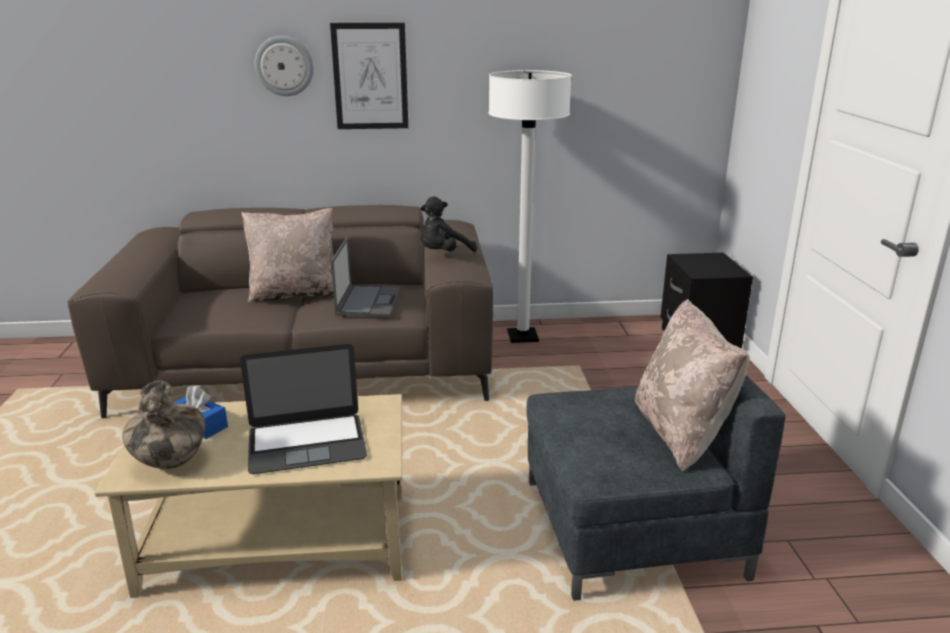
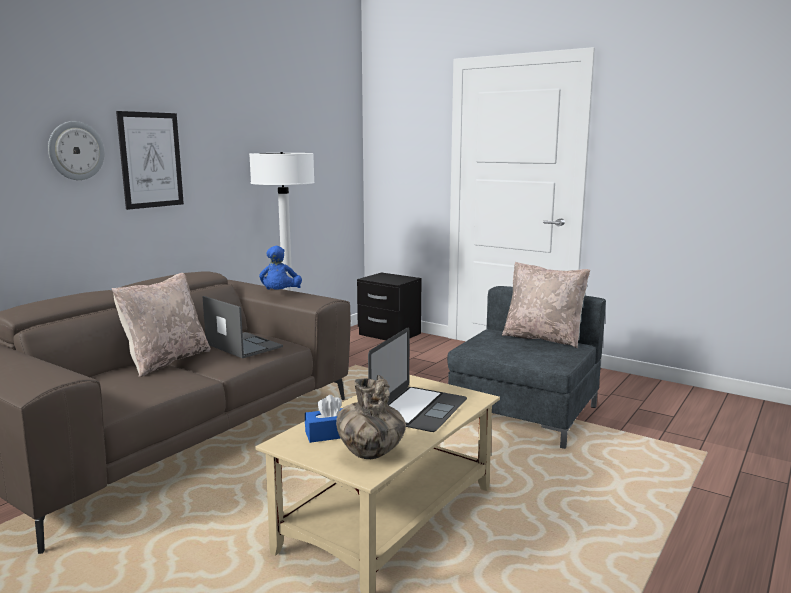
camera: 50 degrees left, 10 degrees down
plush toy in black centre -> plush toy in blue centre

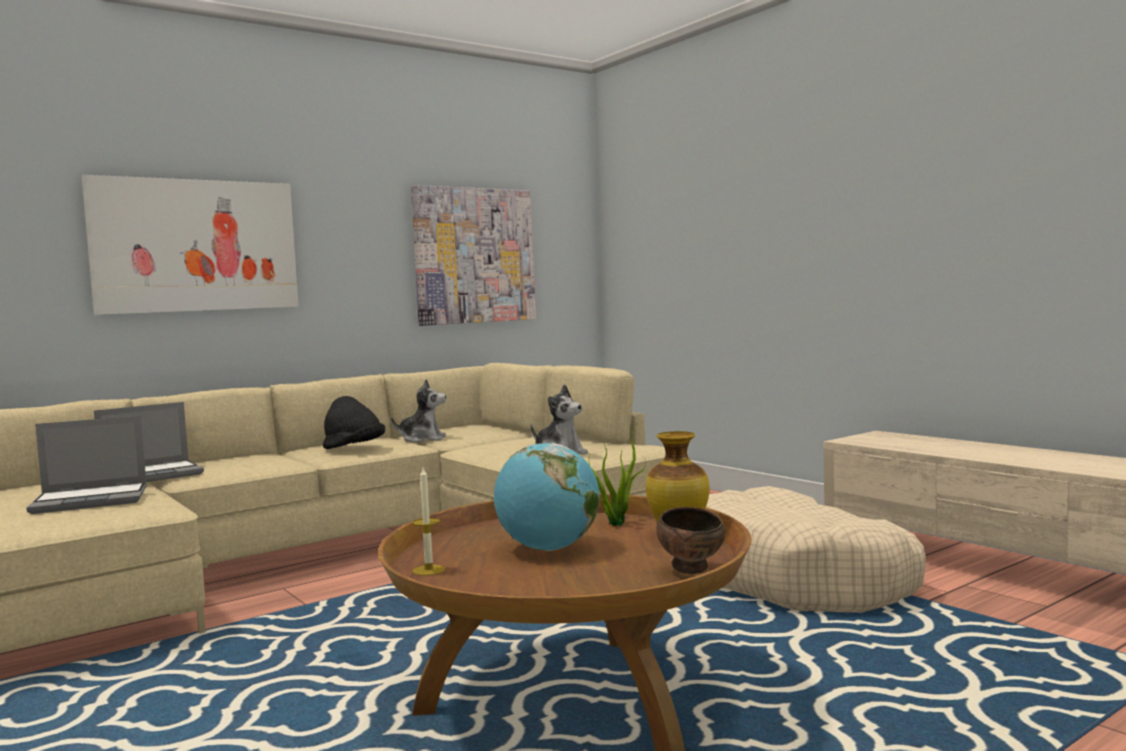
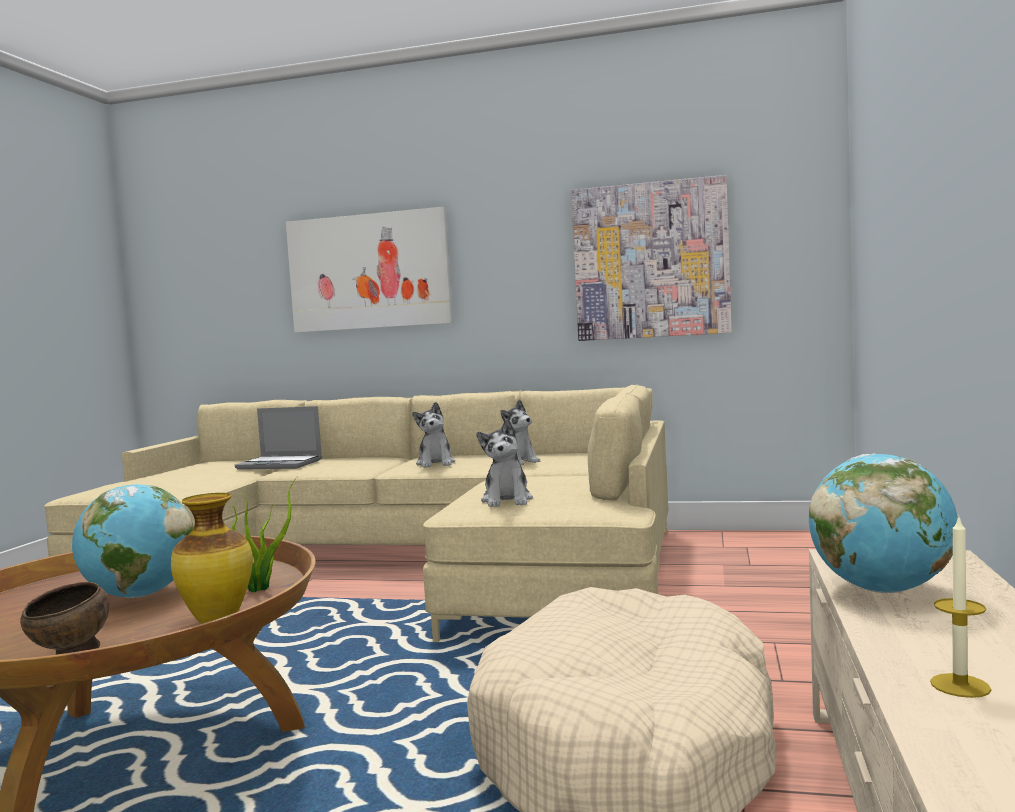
camera: 50 degrees right, 0 degrees up
hat in black middle left -> plush toy (no. 1 from left) centre
laptop (no. 1 from left) middle left -> none
candle bottom centre -> candle bottom right, shifted
none -> globe (no. 2 from left) middle right

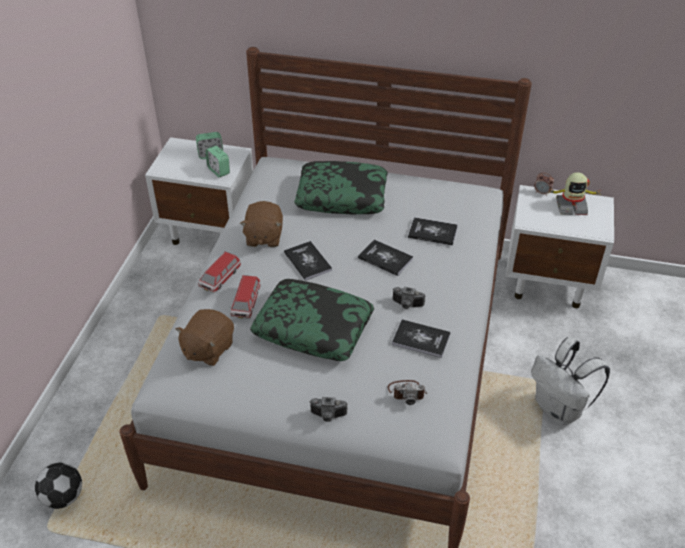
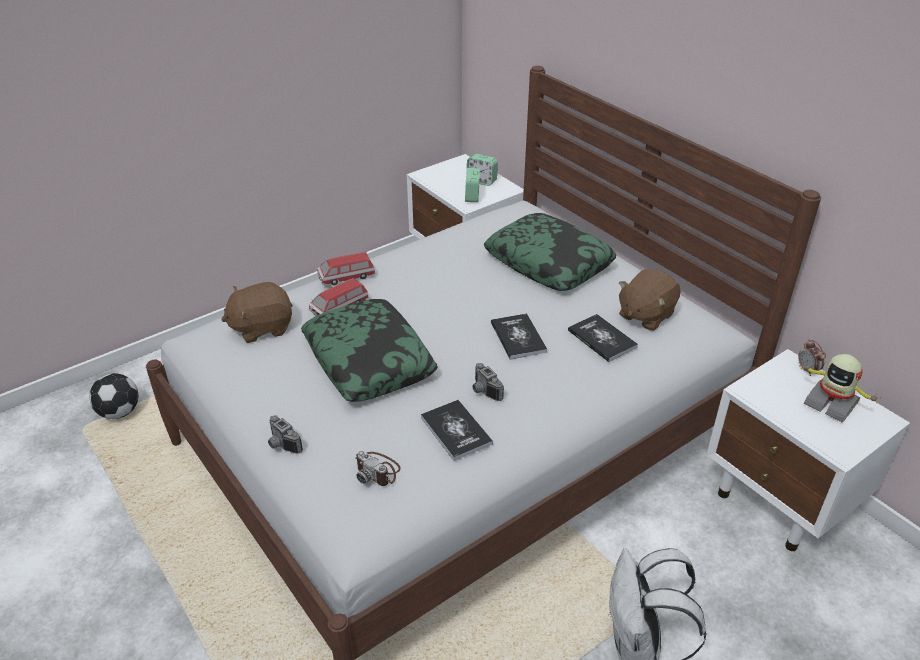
camera: 40 degrees right, 5 degrees down
plush toy in brown (no. 2 from left) centre -> plush toy in brown (no. 2 from left) middle right, shifted
book (no. 1 from left) centre -> none

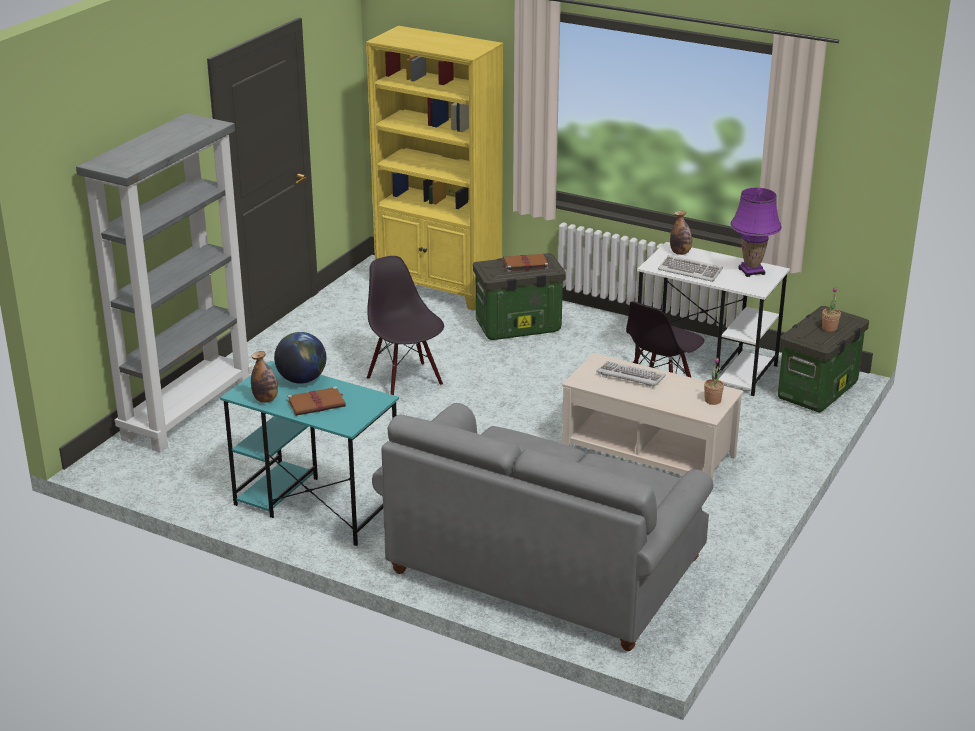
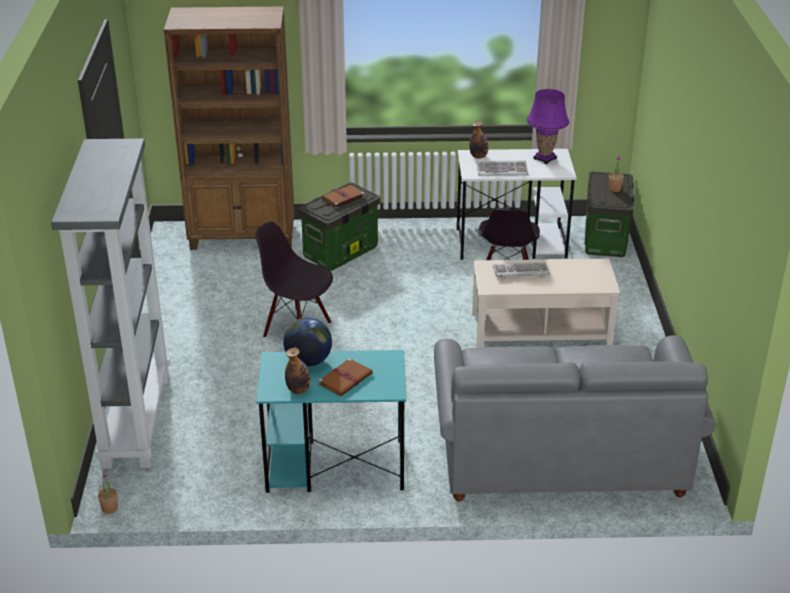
camera: 30 degrees left, 5 degrees up
bookcase in yellow top centre -> bookcase in brown top left
potted plant (no. 1 from left) middle right -> potted plant (no. 1 from left) bottom left, shifted

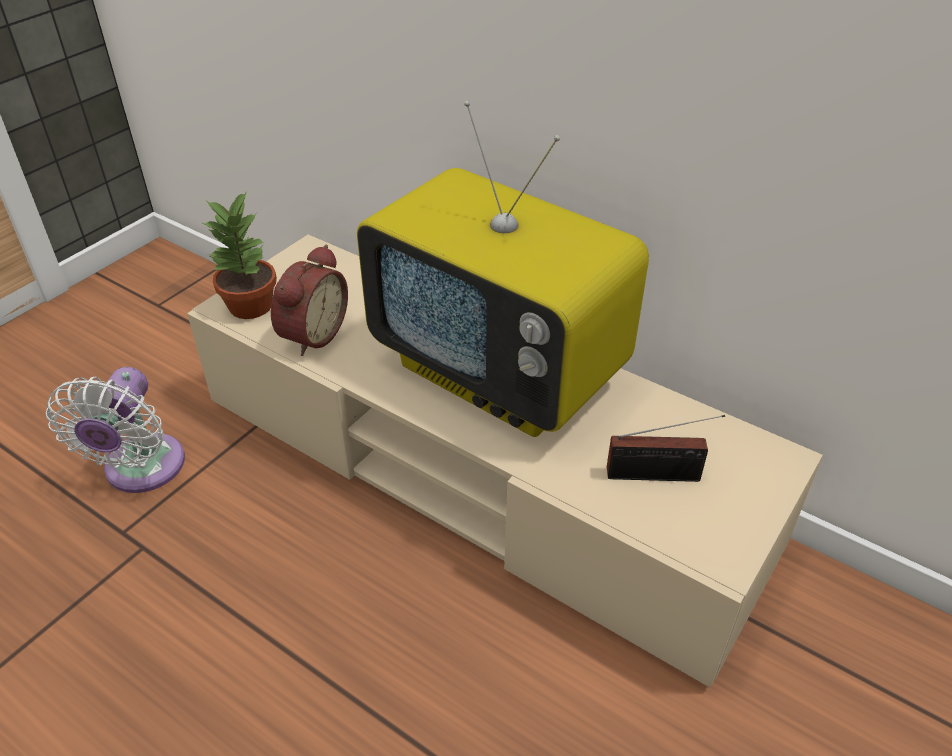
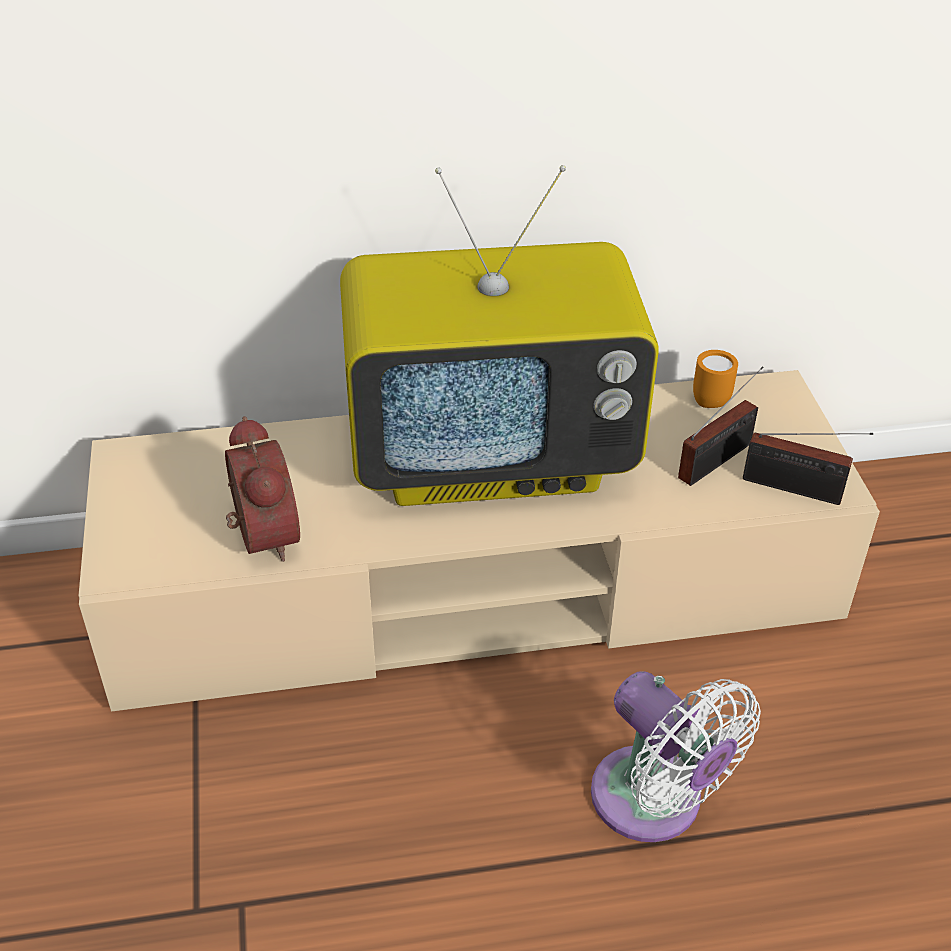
camera: 45 degrees left, 0 degrees up
potted plant middle left -> none
fan in white middle left -> fan in white bottom right, shifted
none -> mug in orange middle right
none -> radio (no. 2 from left) middle right

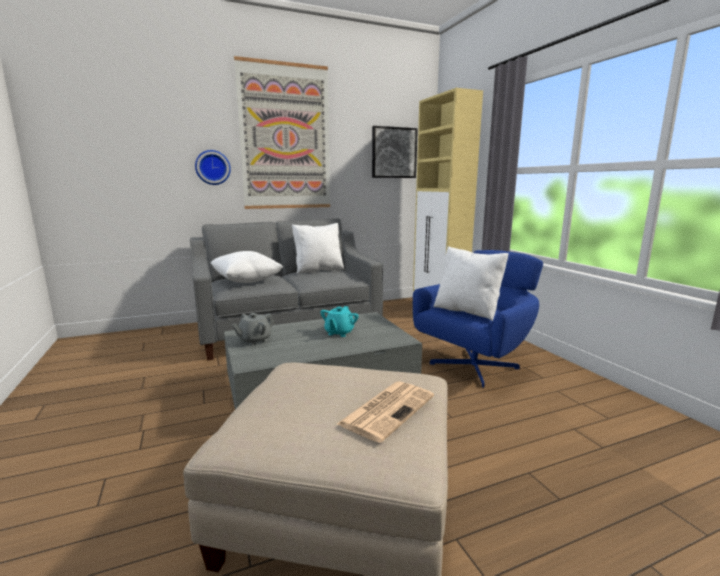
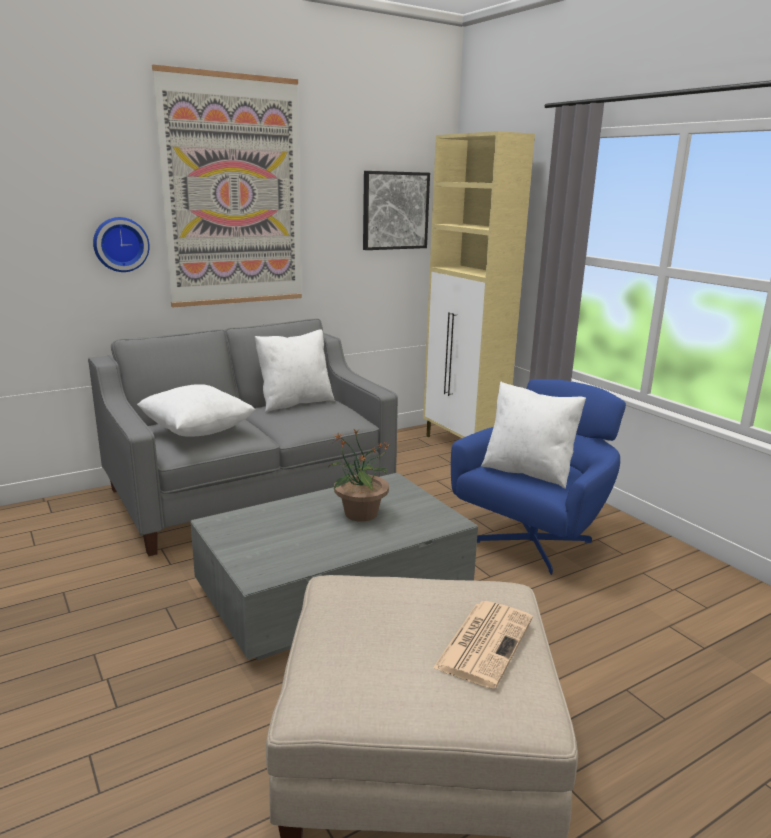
camera: 10 degrees left, 5 degrees up
teapot in turquoise centre -> potted plant centre
teapot in grey centre -> none

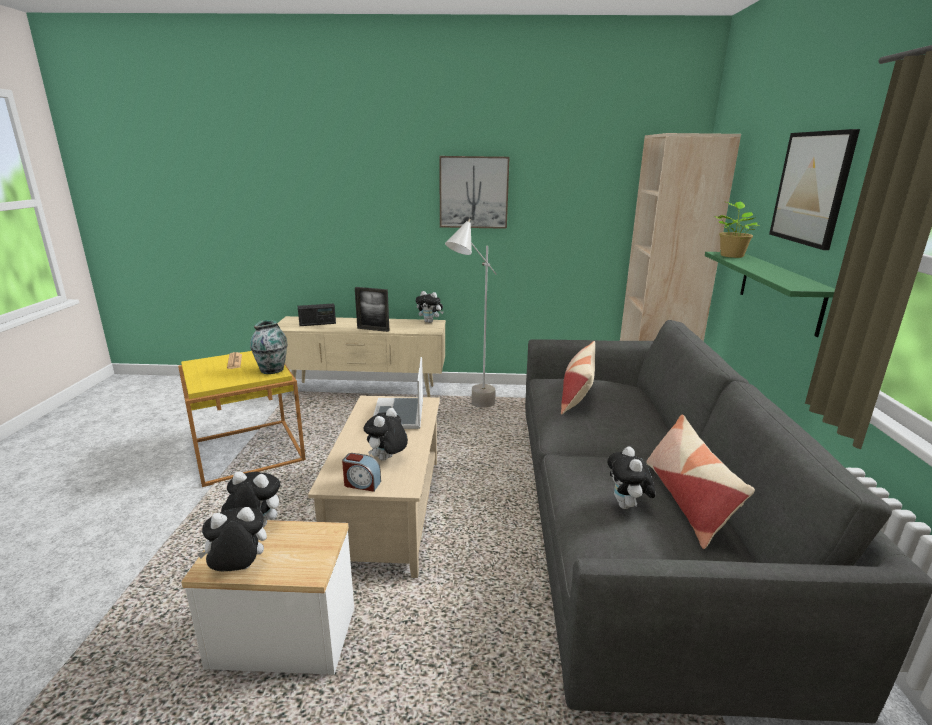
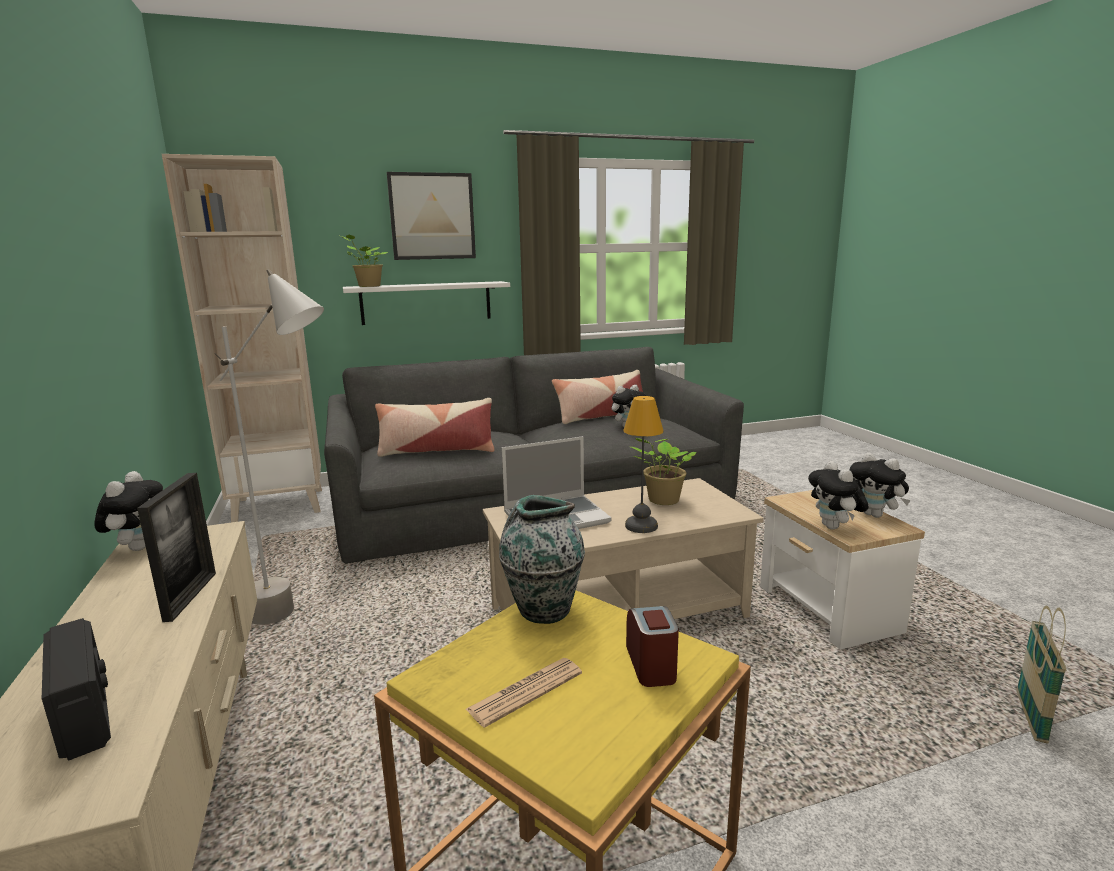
camera: 110 degrees left, 5 degrees down
picture (no. 1 from left) top centre -> none
shelf in green middle right -> shelf in white centre
plush toy (no. 3 from left) centre -> potted plant (no. 2 from left) centre
alarm clock centre -> alarm clock bottom centre, shifted
none -> table lamp centre
none -> basket bottom right

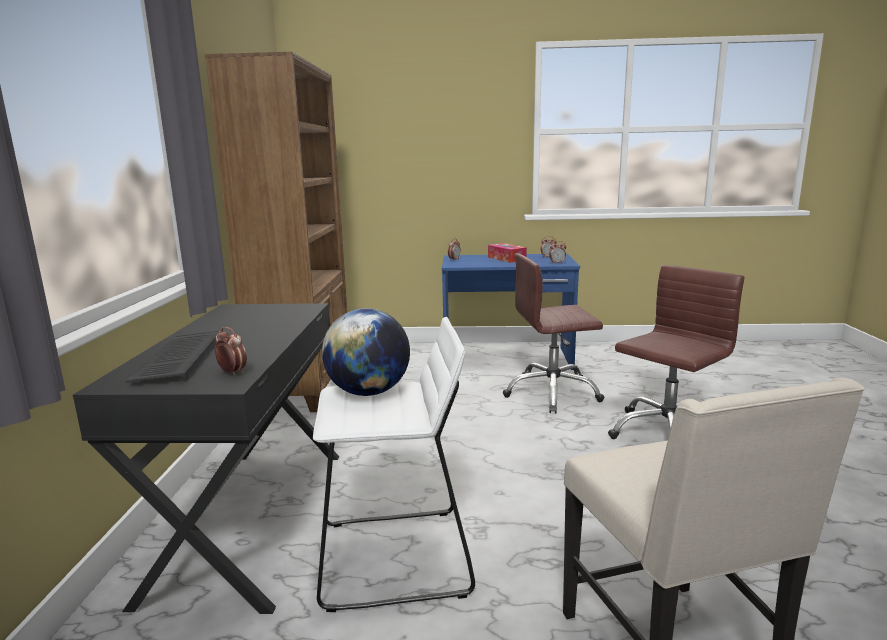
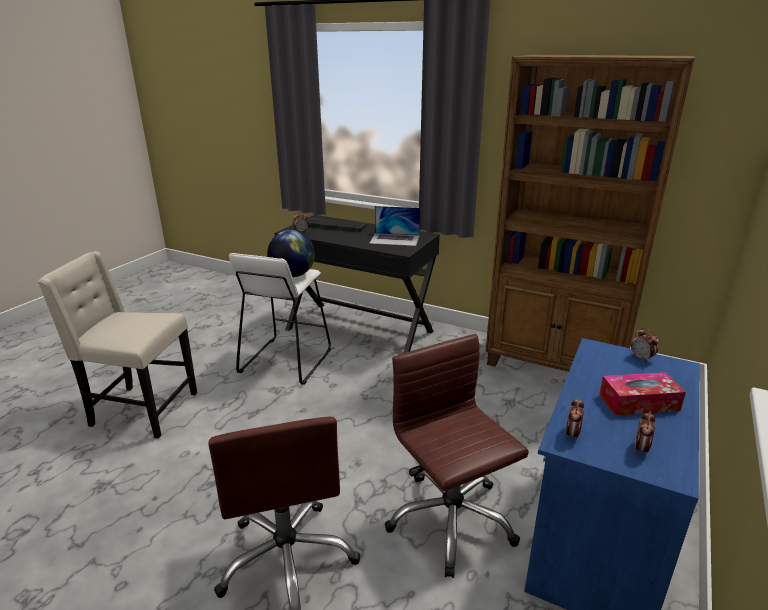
camera: 115 degrees right, 10 degrees up
office chair in brown (no. 1 from left in the first image) centre -> office chair in brown (no. 2 from left) bottom centre, 45 degrees counterclockwise
none -> laptop centre

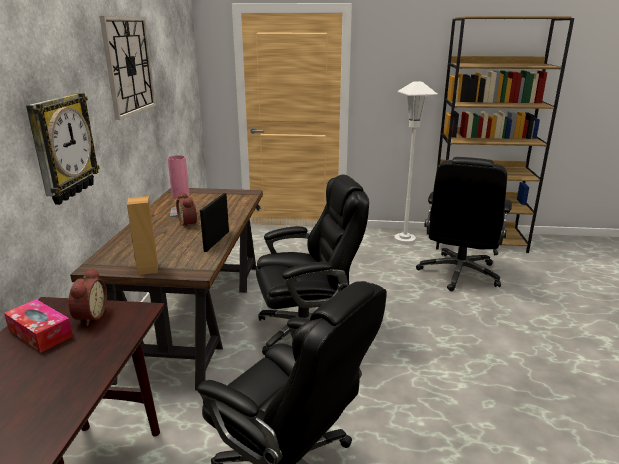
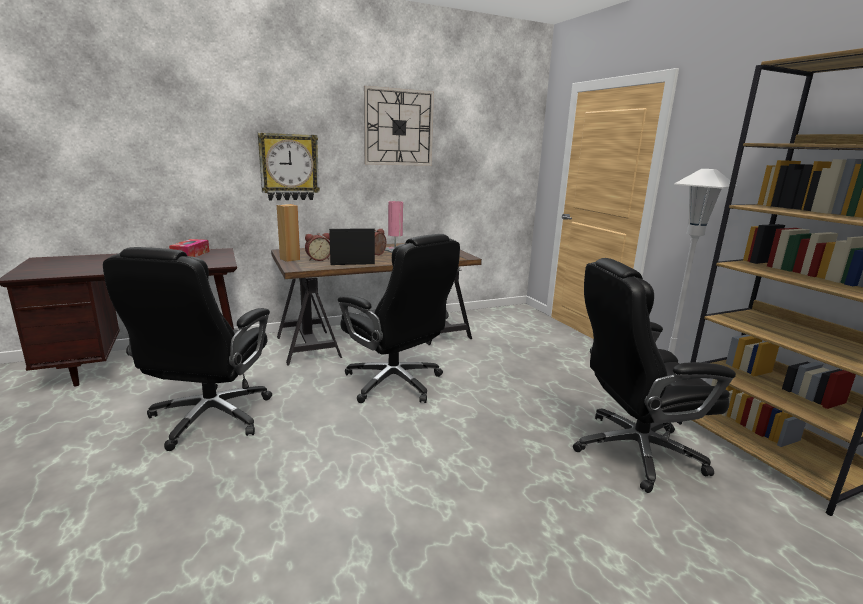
camera: 60 degrees right, 5 degrees down
alarm clock (no. 1 from left) middle left -> alarm clock (no. 1 from left) centre, shifted

